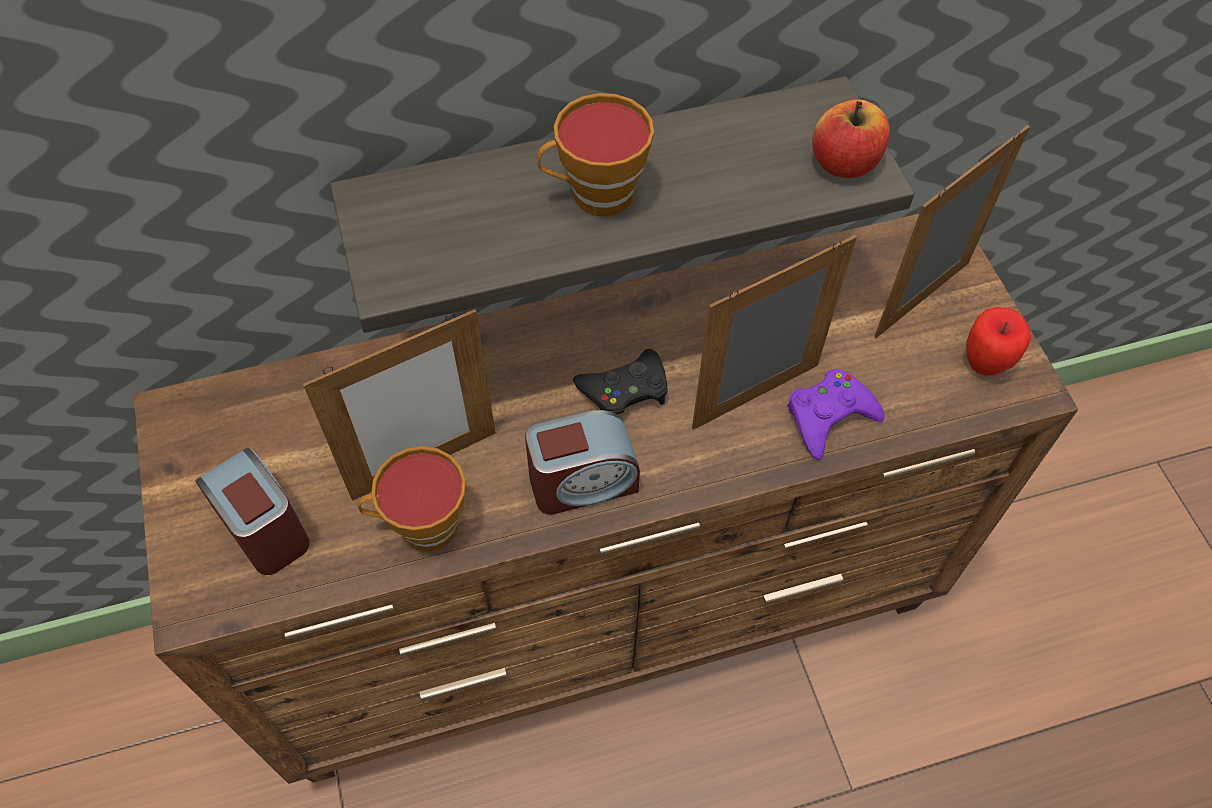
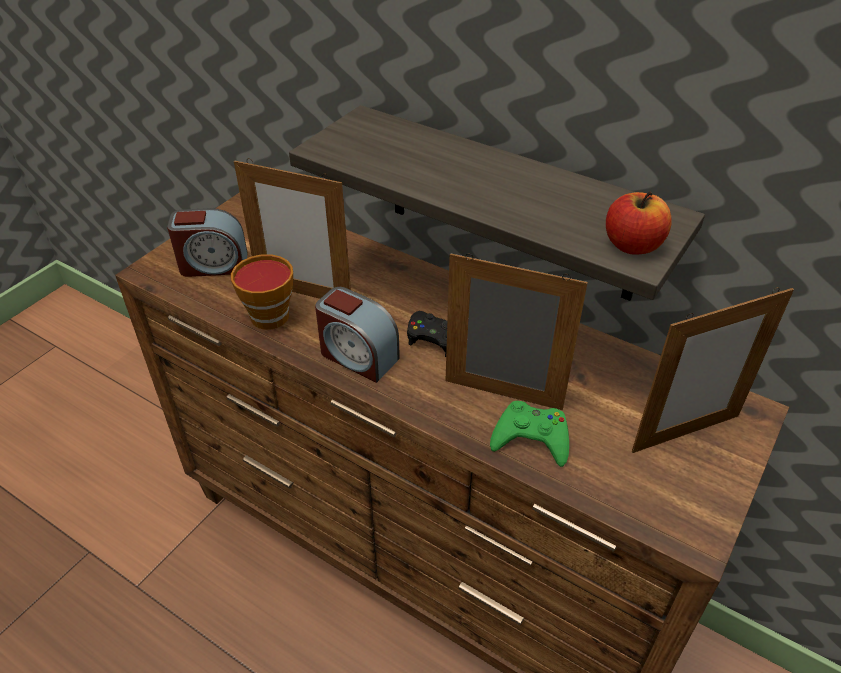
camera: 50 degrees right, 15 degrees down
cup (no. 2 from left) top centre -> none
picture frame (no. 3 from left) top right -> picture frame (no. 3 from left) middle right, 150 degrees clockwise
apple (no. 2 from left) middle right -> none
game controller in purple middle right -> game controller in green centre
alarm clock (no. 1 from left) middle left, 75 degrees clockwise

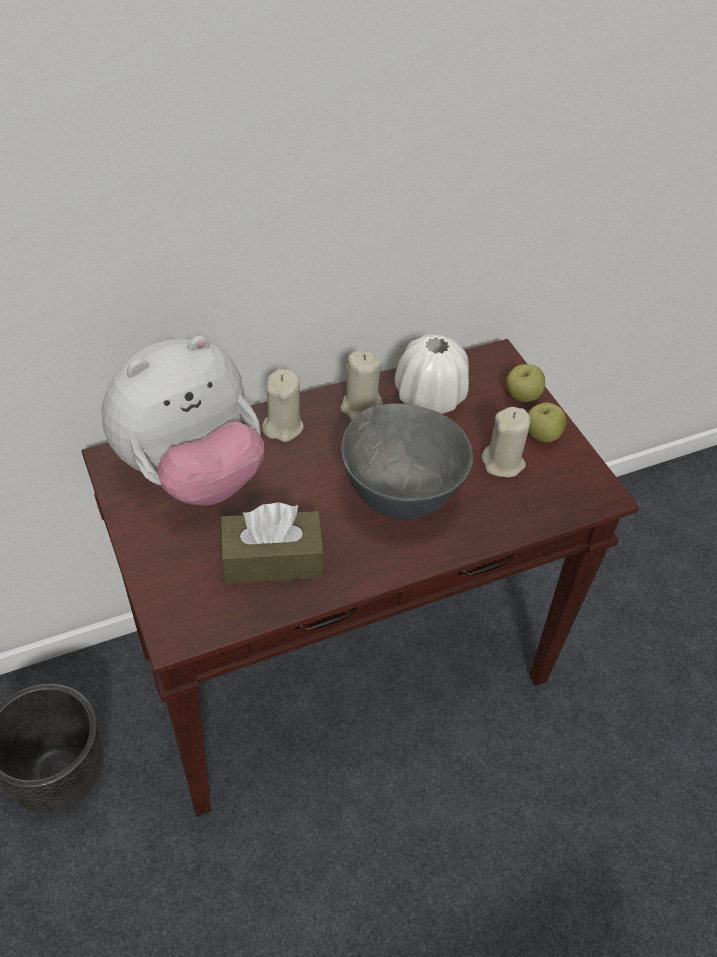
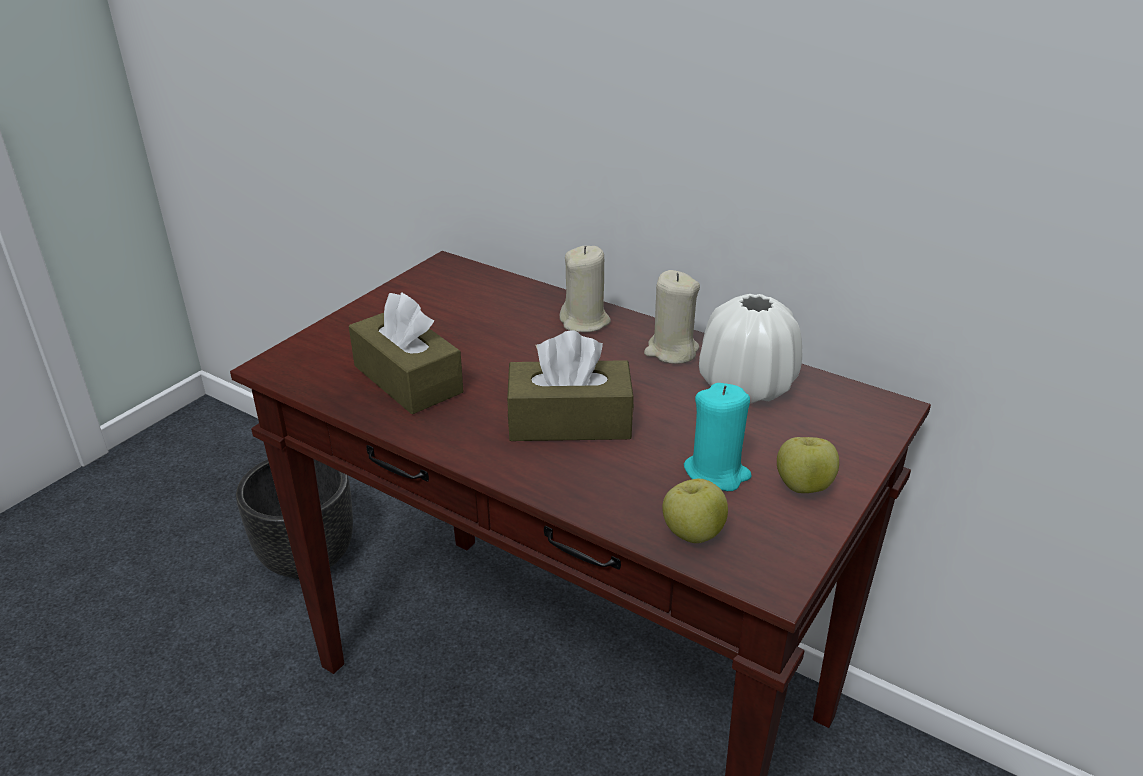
camera: 60 degrees right, 15 degrees down
plush toy middle left -> none
apple (no. 1 from left) middle right -> apple (no. 1 from left) centre, shifted
bowl in grey centre -> tissue box in brown (no. 2 from left) centre
candle in beige (no. 3 from left) middle right -> candle in turquoise centre

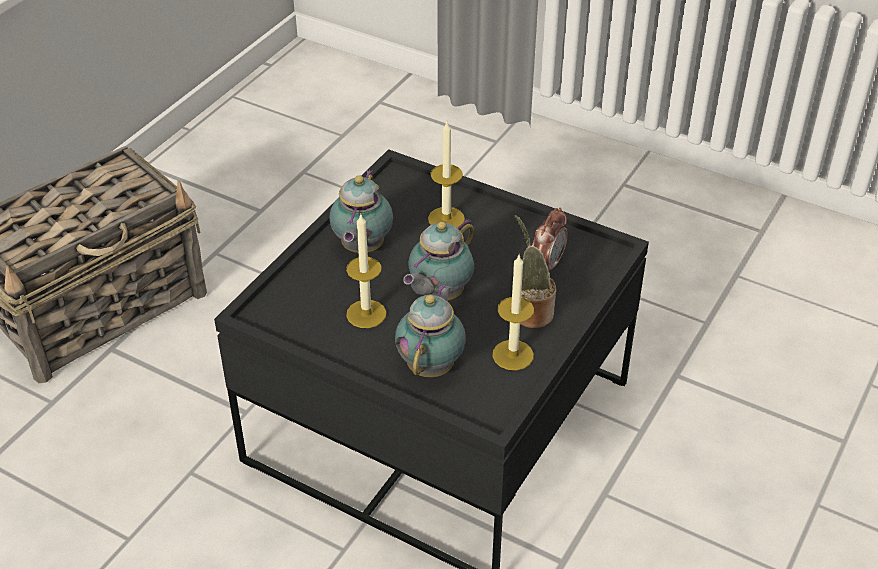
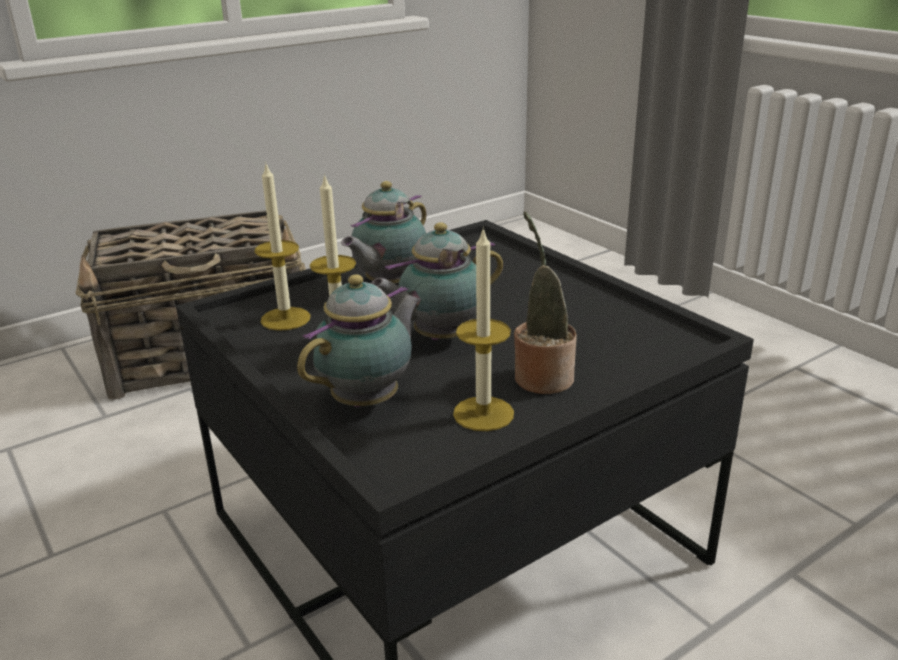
camera: 25 degrees right, 15 degrees down
candle (no. 2 from left in the first image) top centre -> candle (no. 1 from left) middle left, shifted
alarm clock centre -> none

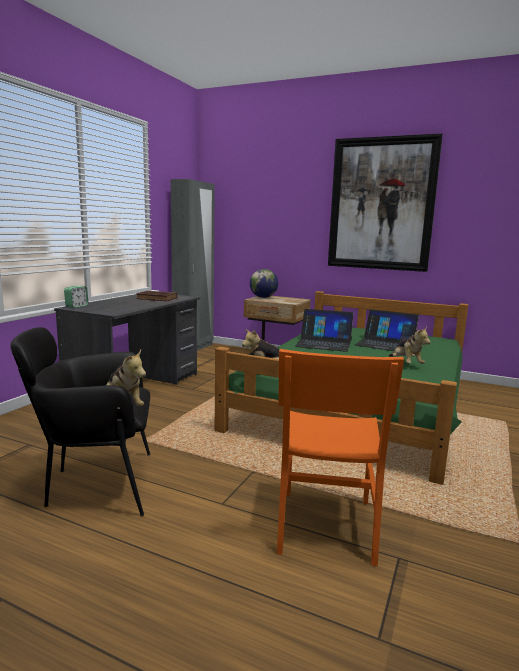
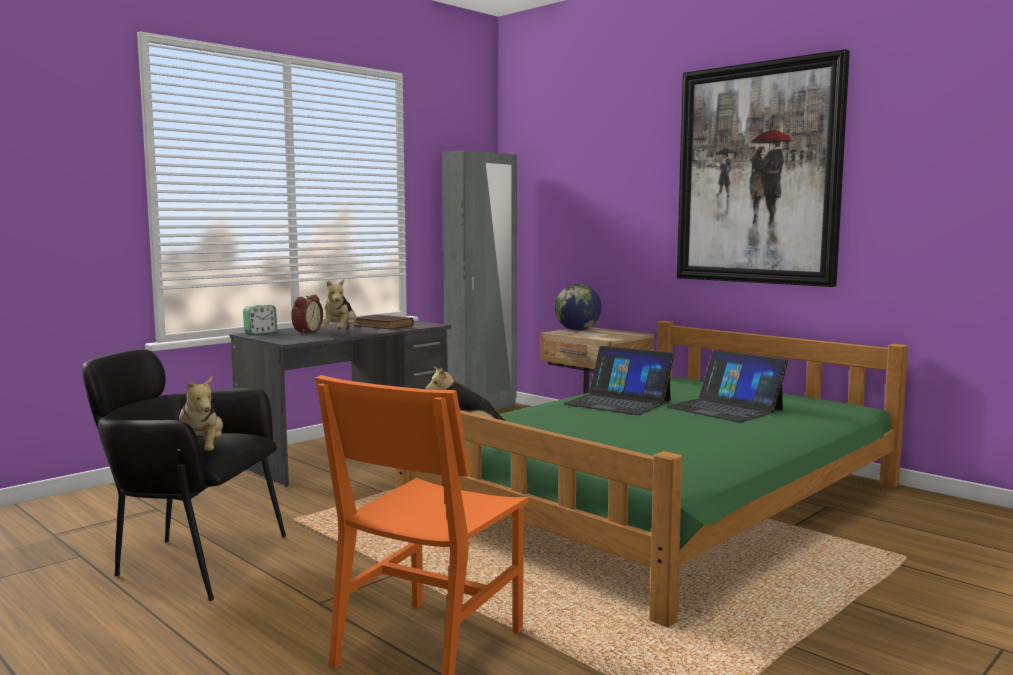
camera: 20 degrees right, 5 degrees down
plush toy (no. 3 from left in the first image) middle right -> plush toy (no. 2 from left) centre, shifted
none -> alarm clock (no. 2 from left) middle left

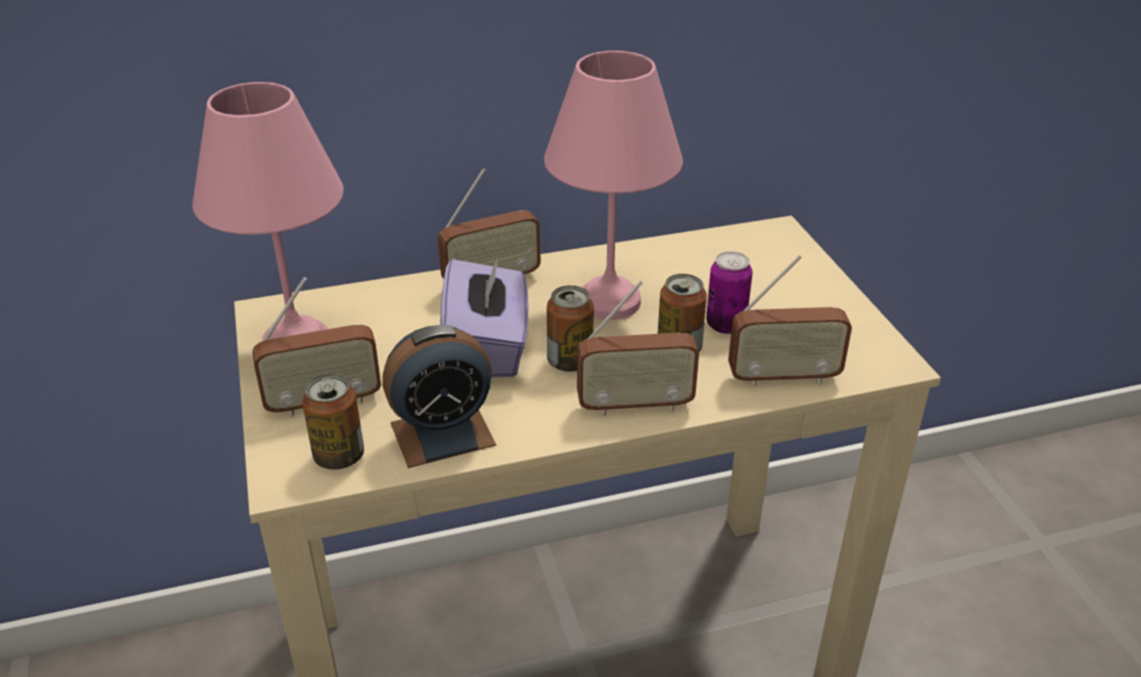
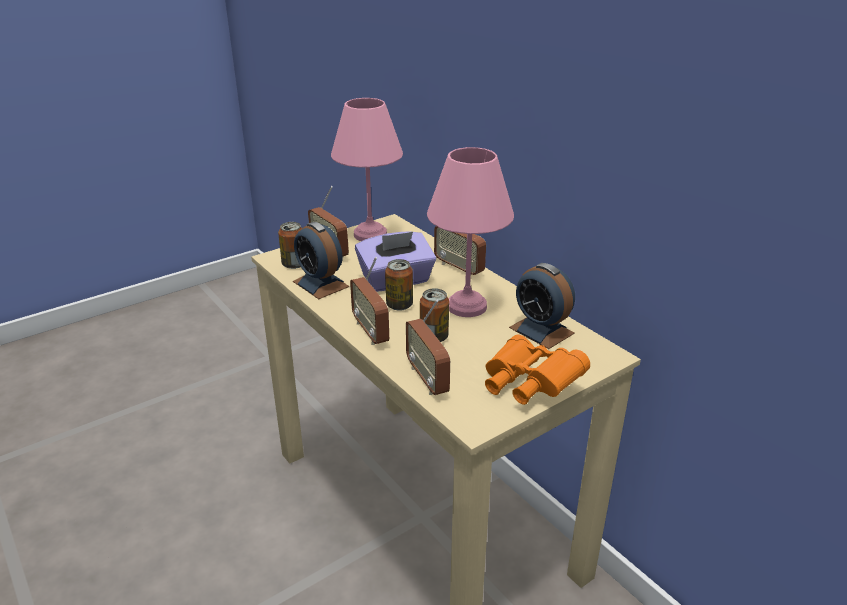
camera: 70 degrees right, 5 degrees down
can (no. 4 from left) centre -> none
none -> alarm clock (no. 2 from left) centre
none -> binoculars in orange centre

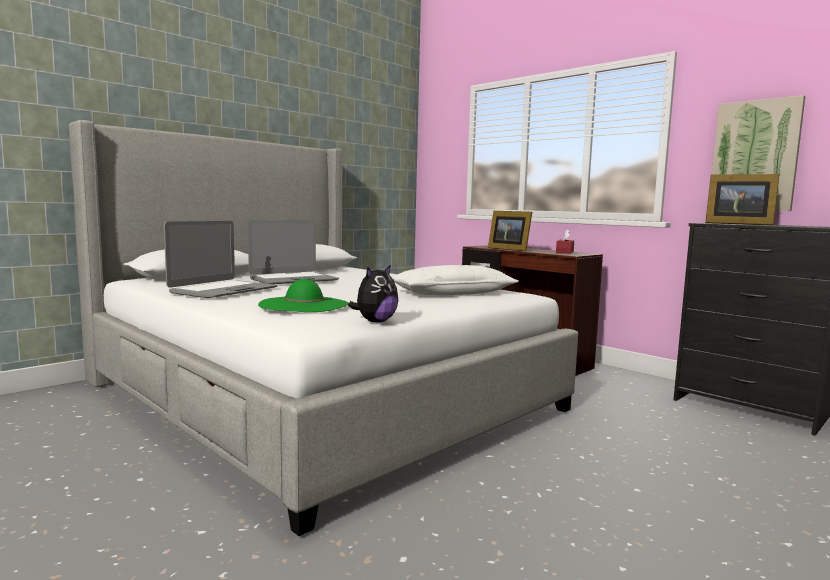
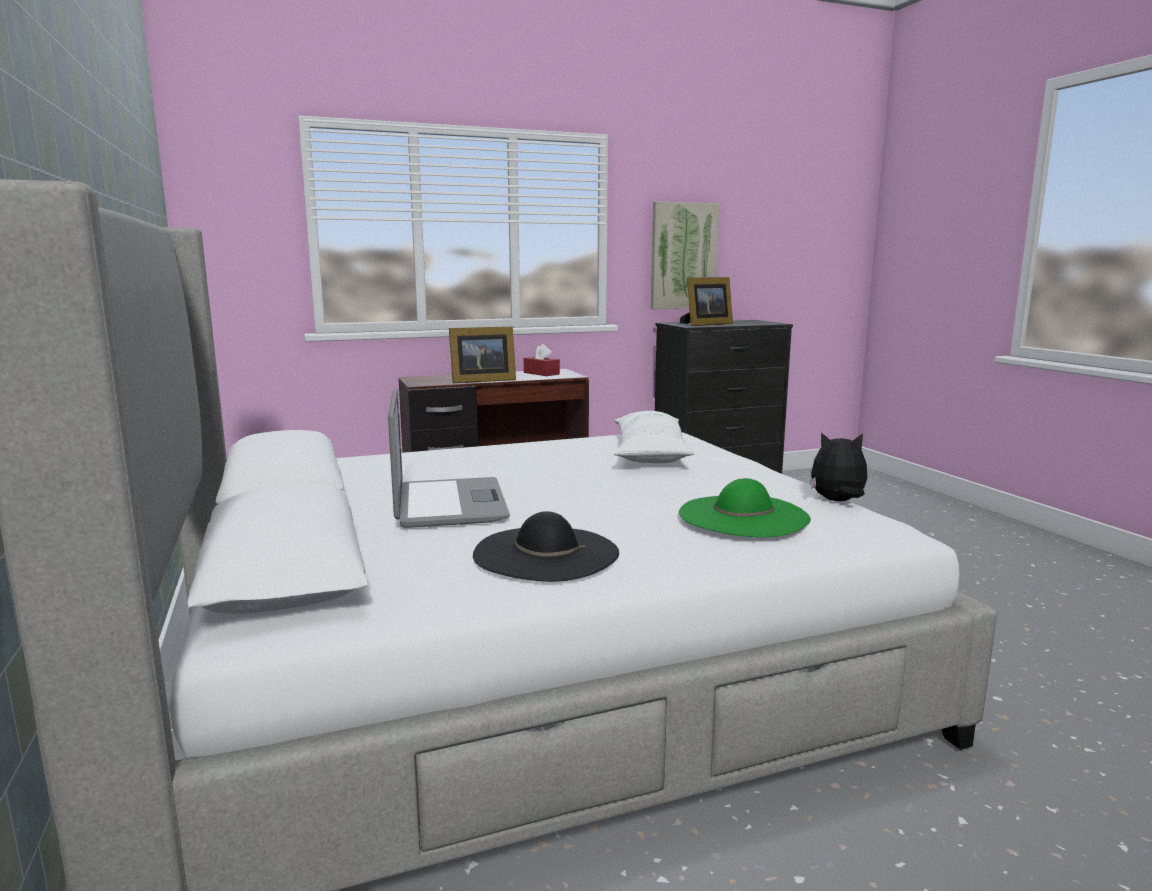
camera: 65 degrees left, 5 degrees up
laptop (no. 1 from left) middle left -> hat in black centre
plush toy centre -> plush toy middle right, 60 degrees counterclockwise

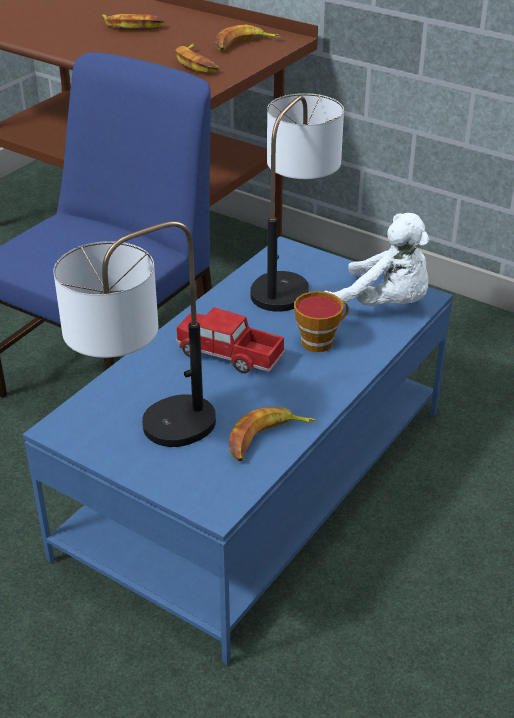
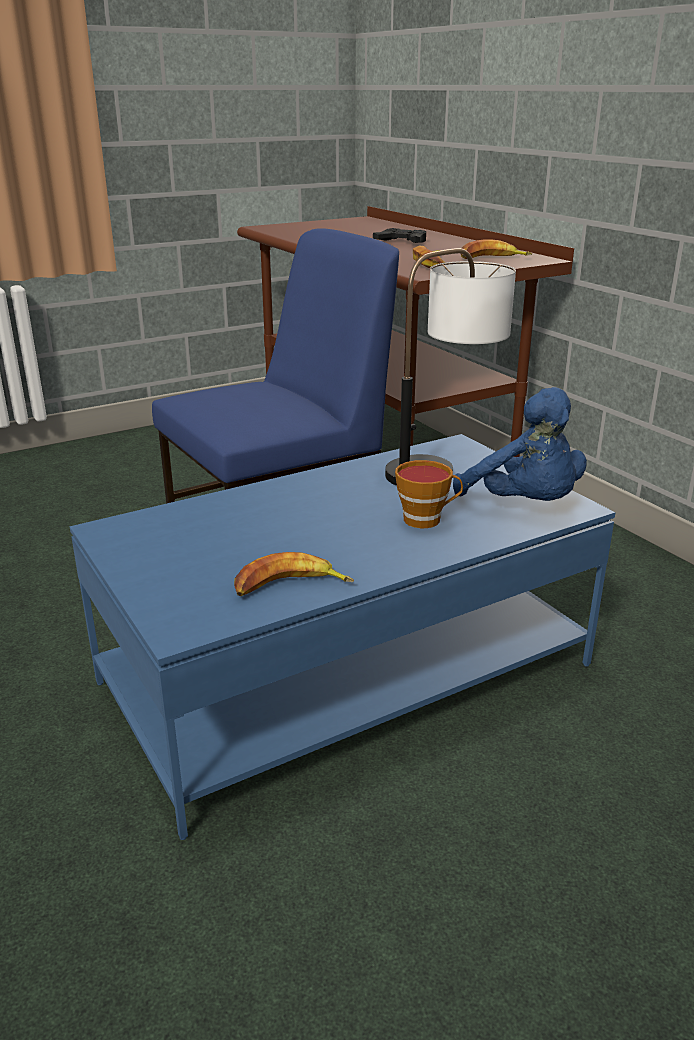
camera: 25 degrees right, 10 degrees down
banana (no. 1 from left) top left -> game controller in black top centre
plush toy in white middle right -> plush toy in blue middle right
table lamp (no. 1 from left) middle left -> none
toy truck centre -> none

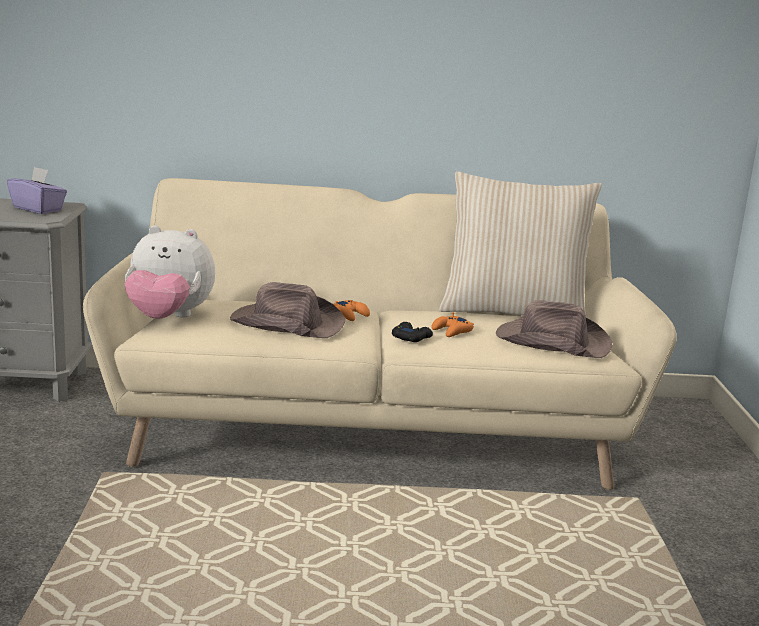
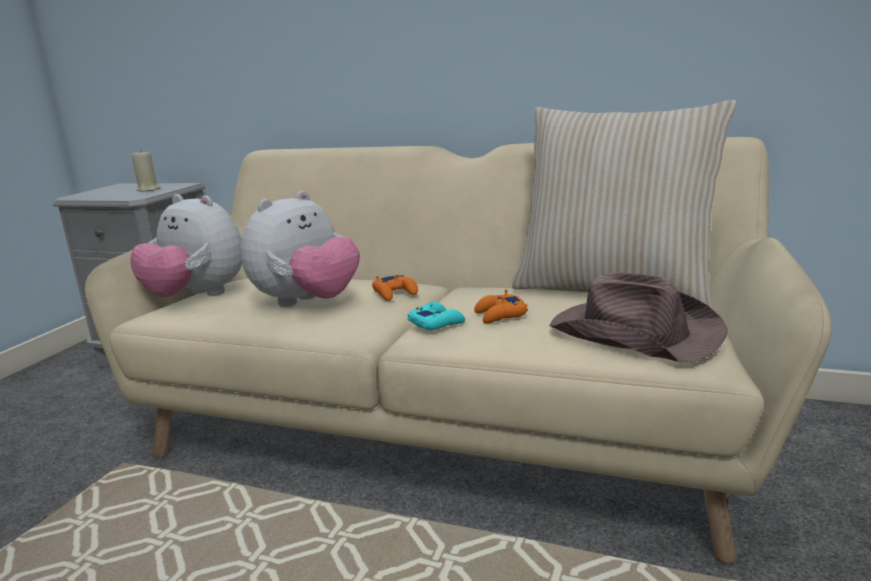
camera: 25 degrees right, 0 degrees up
tissue box in purple top left -> candle in beige top left
hat in brown (no. 1 from left) centre -> plush toy (no. 2 from left) centre
game controller in black centre -> game controller in turquoise centre

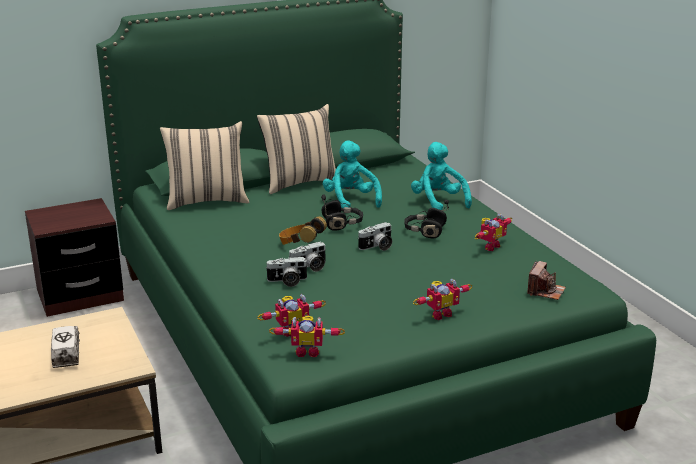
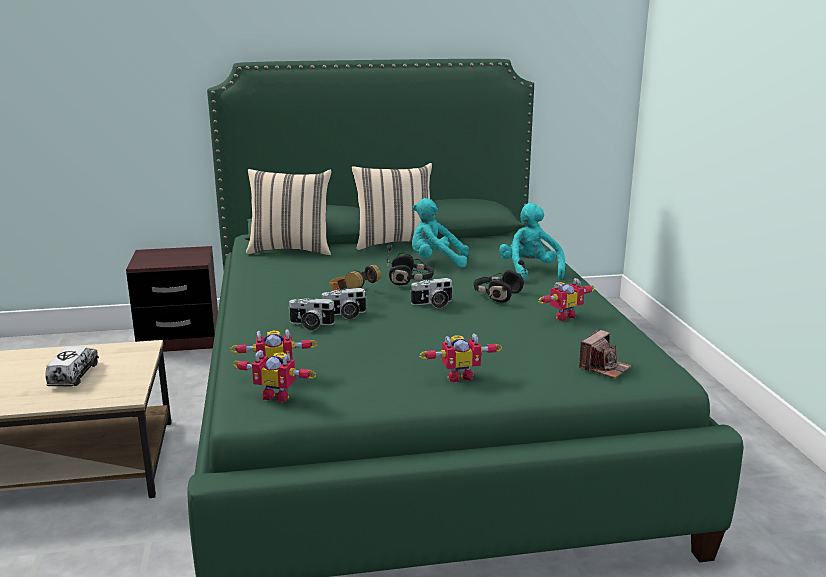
camera: 15 degrees right, 5 degrees down
plush toy in turquoise (no. 1 from left) centre, 75 degrees counterclockwise

